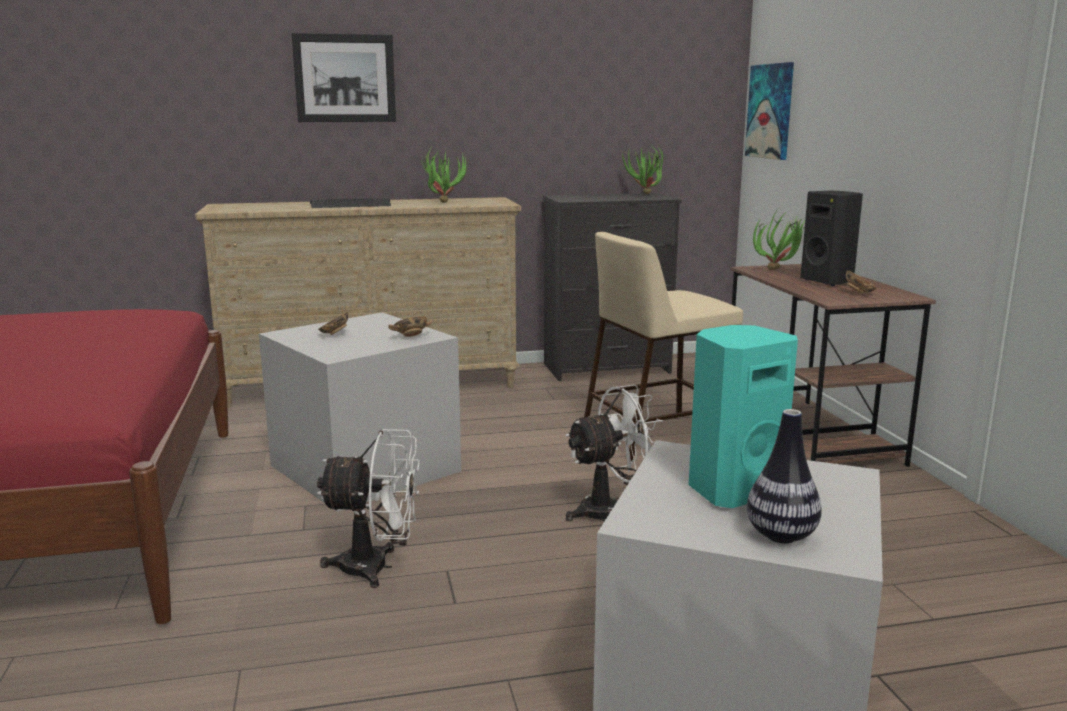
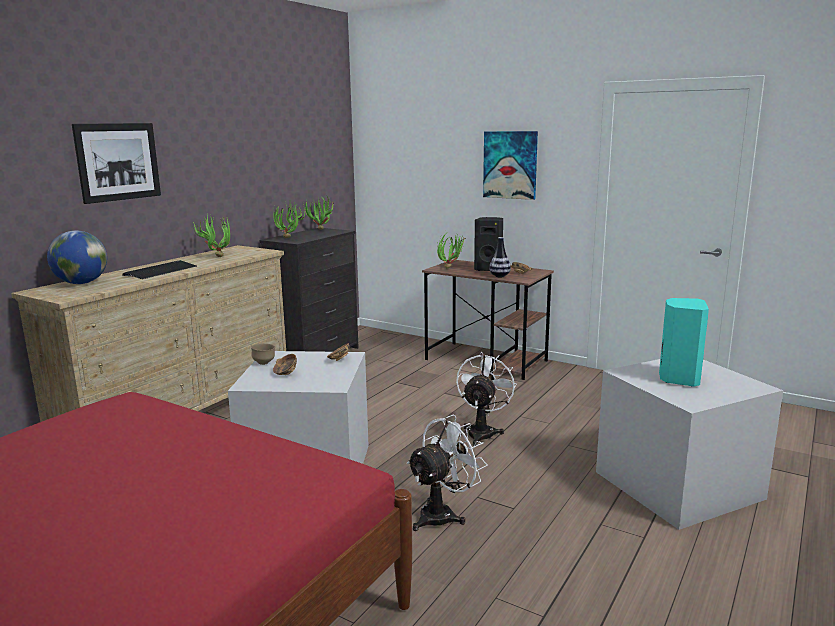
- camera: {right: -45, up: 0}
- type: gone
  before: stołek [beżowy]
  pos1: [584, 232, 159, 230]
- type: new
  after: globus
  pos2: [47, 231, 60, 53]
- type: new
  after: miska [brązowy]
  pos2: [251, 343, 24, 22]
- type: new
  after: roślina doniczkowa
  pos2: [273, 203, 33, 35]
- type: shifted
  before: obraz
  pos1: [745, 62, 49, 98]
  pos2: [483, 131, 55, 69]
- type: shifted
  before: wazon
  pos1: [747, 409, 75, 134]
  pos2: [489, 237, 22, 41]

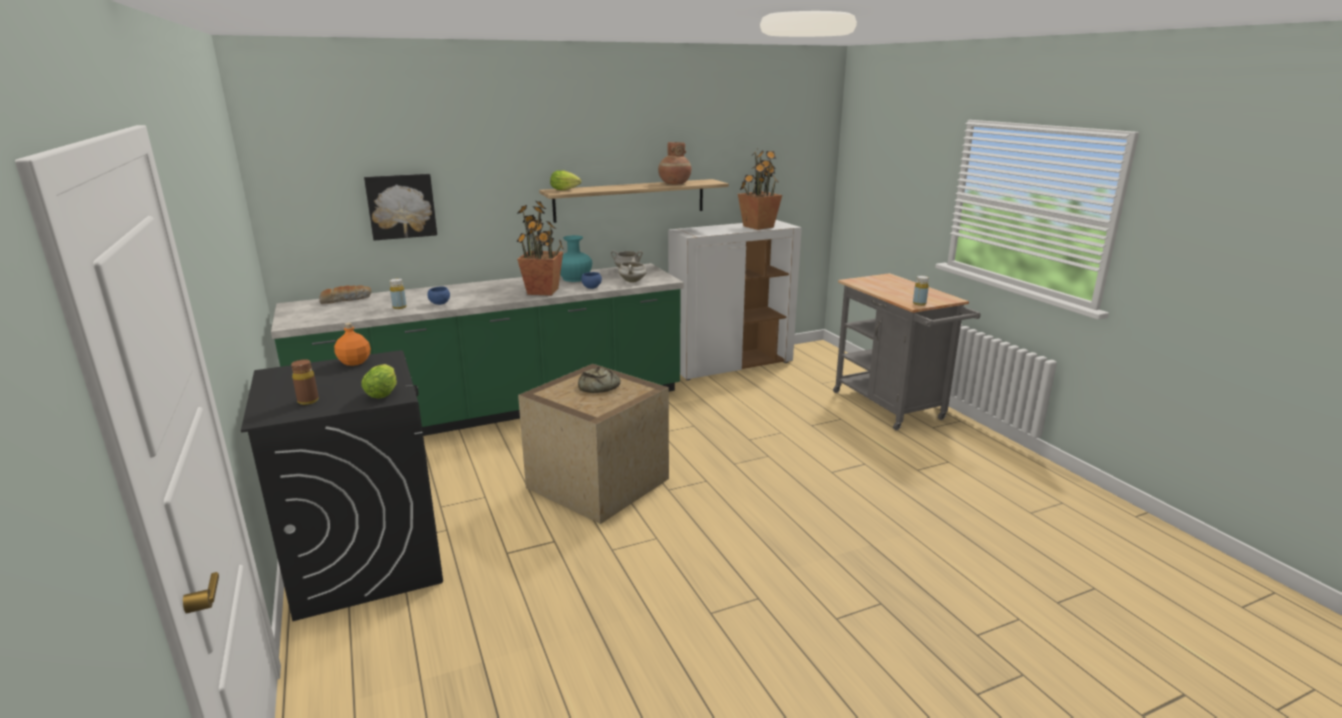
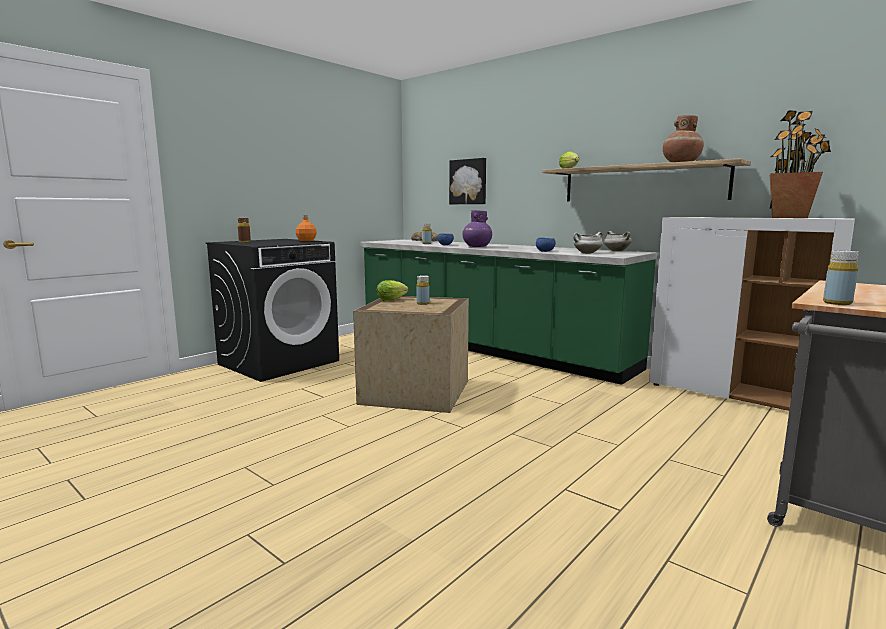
- camera: {right: 65, up: -10}
- type: gone
  before: roślina doniczkowa
  pos1: [516, 201, 48, 95]
- type: gone
  before: wazon [turkusowy]
  pos1: [560, 235, 32, 47]
- type: new
  after: wazon [fioletowy]
  pos2: [462, 210, 30, 37]
- type: shifted
  before: sałata
  pos1: [361, 364, 36, 34]
  pos2: [377, 280, 31, 21]
- type: swapped
  before: chleb
  after: butelka [żółty]
  pos1: [578, 367, 42, 26]
  pos2: [416, 275, 14, 30]

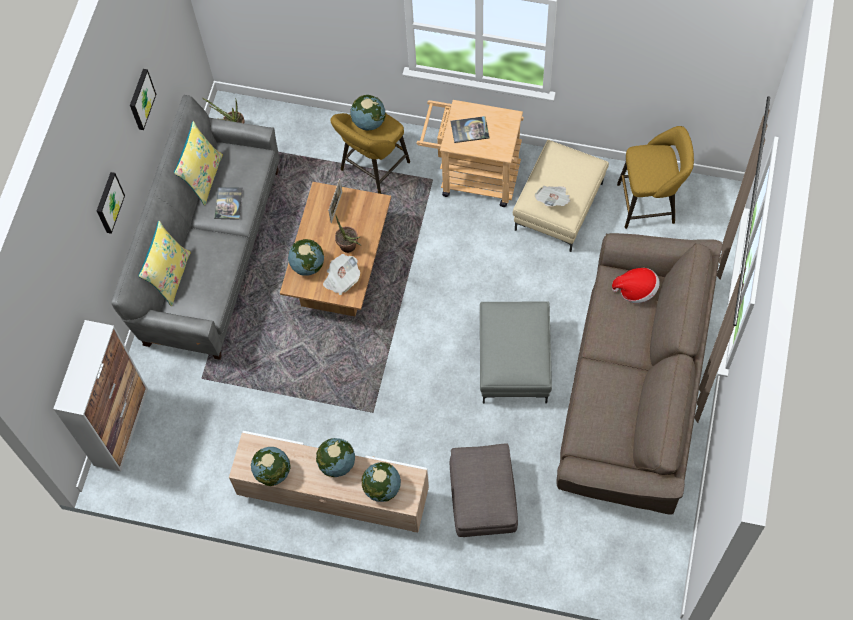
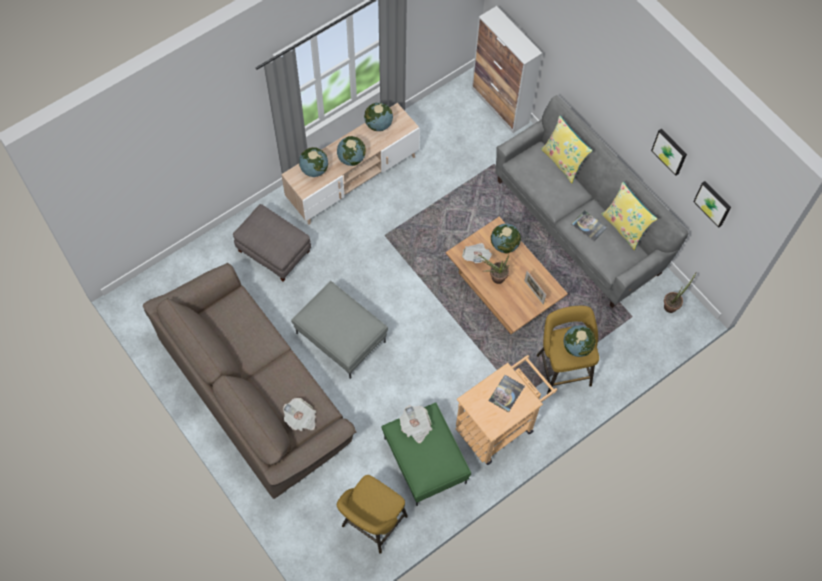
- camera: {right: 125, up: 0}
- type: shifted
  before: obraz
  pos1: [97, 172, 28, 62]
  pos2: [693, 181, 38, 47]
- type: swapped
  before: kapelusz
  after: gazeta
  pos1: [612, 268, 48, 35]
  pos2: [283, 398, 33, 33]
- type: repainted
  before: pufa [beżowy]
  after: pufa [zielony]
  pos1: [513, 140, 96, 112]
  pos2: [381, 402, 90, 104]

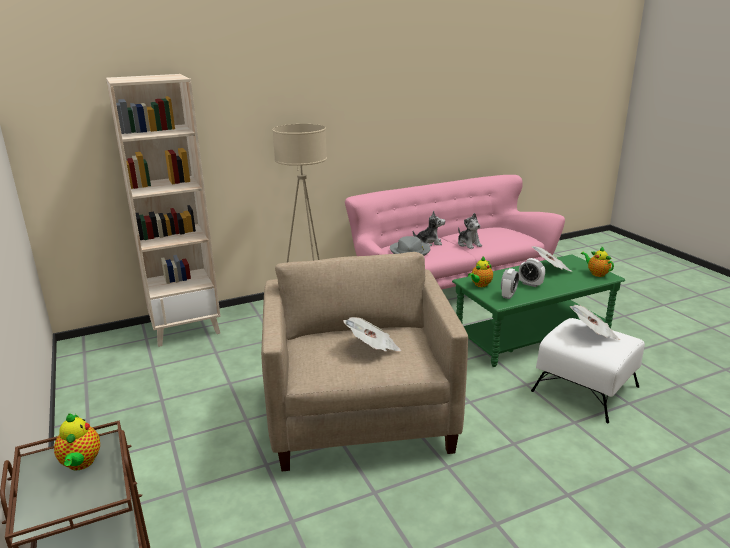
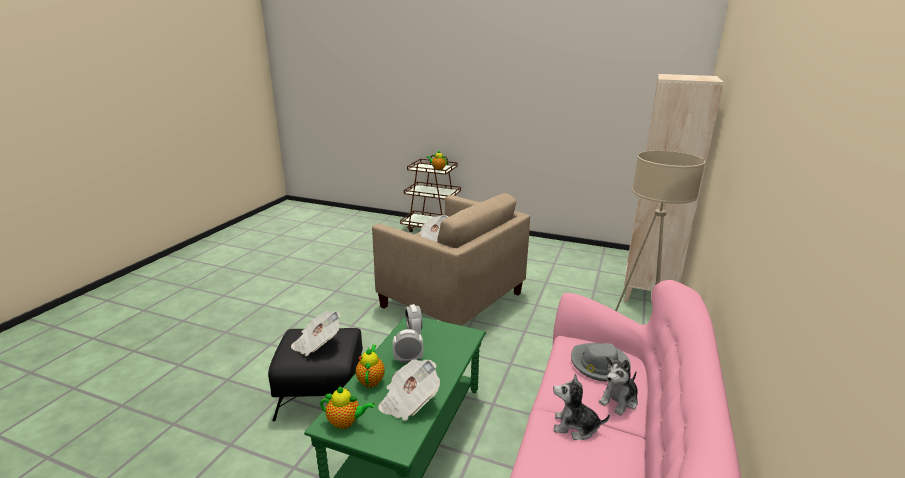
- camera: {right: 135, up: 0}
- type: shifted
  before: imbryk
  pos1: [468, 257, 25, 30]
  pos2: [356, 345, 29, 43]
- type: repainted
  before: pufa [biały]
  after: pufa [czarny]
  pos1: [531, 318, 114, 105]
  pos2: [268, 328, 95, 93]

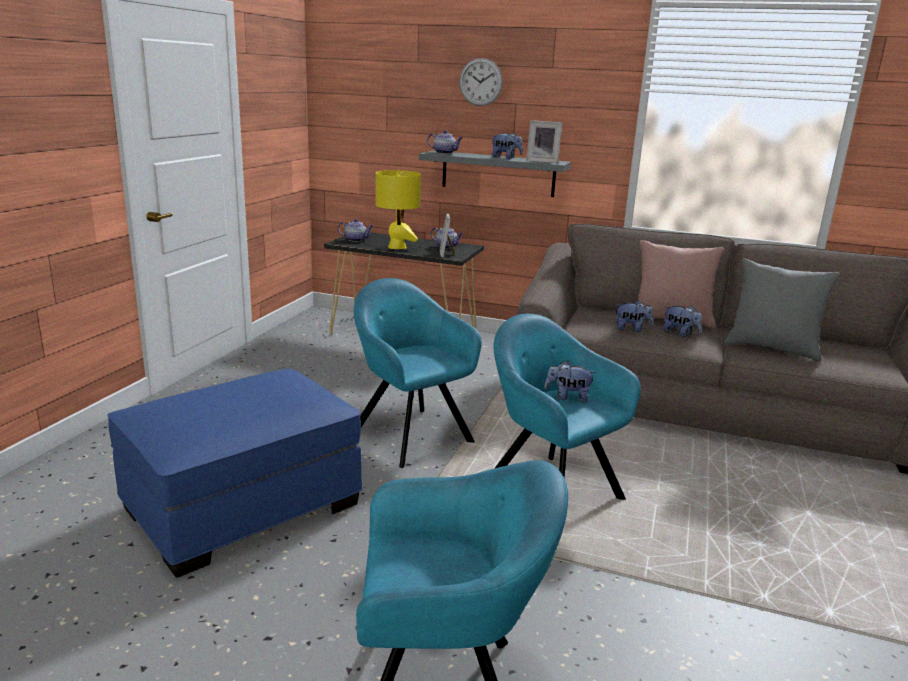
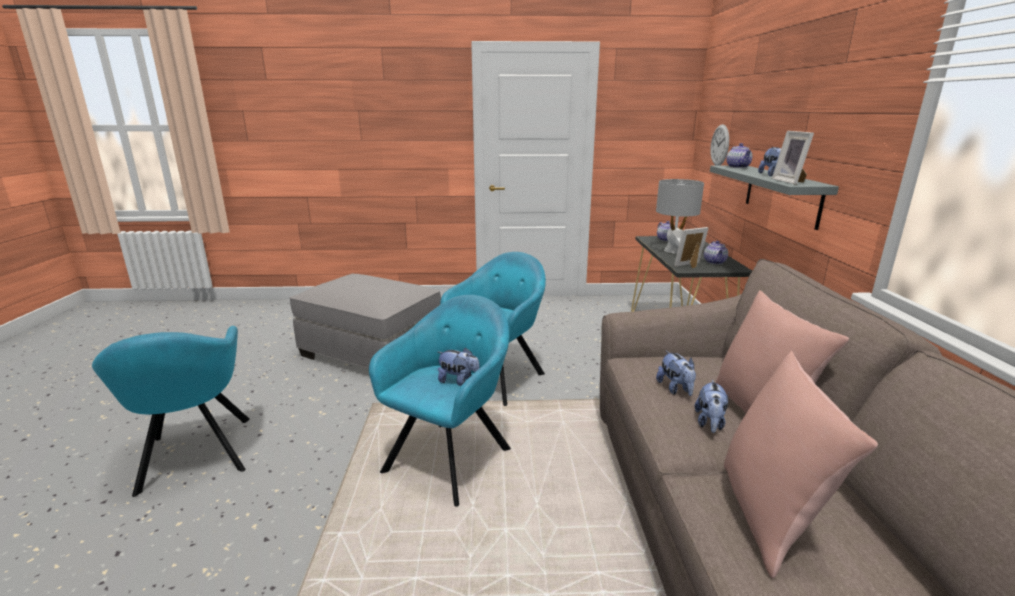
- camera: {right: 70, up: 0}
- type: shifted
  before: zegar ścienny
  pos1: [459, 58, 44, 48]
  pos2: [710, 124, 19, 42]
- type: repainted
  before: pufa [niebieski]
  after: pufa [szary]
  pos1: [107, 369, 256, 209]
  pos2: [289, 274, 152, 95]
- type: repainted
  before: lampa stołowa [żółty]
  after: lampa stołowa [szary]
  pos1: [375, 170, 46, 79]
  pos2: [656, 179, 48, 75]
- type: repainted
  before: poduszka [szary]
  after: poduszka [różowy]
  pos1: [725, 258, 115, 104]
  pos2: [724, 351, 154, 228]
- type: rotated
  before: pluszak
  pos1: [544, 361, 52, 41]
  pos2: [437, 348, 43, 38]
  turn: 120

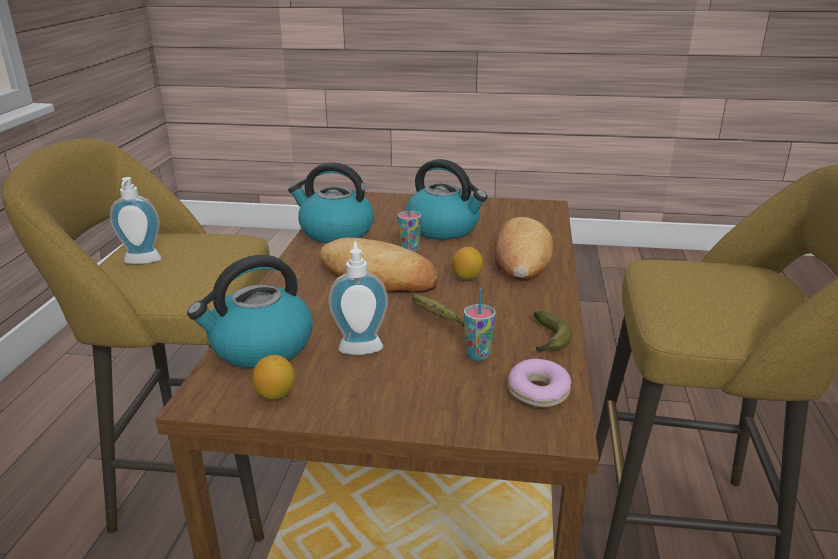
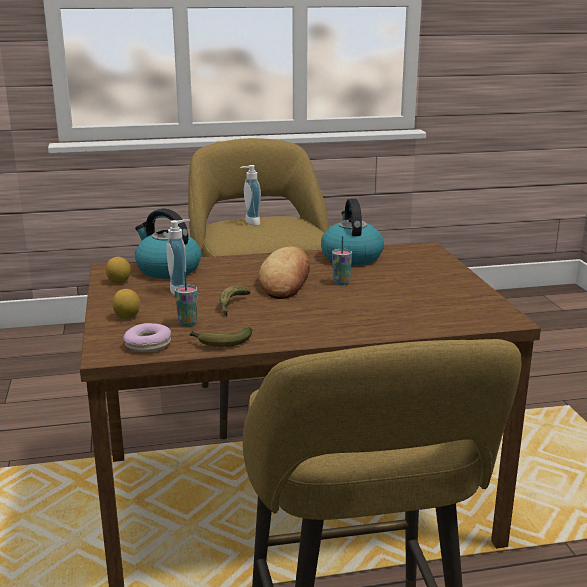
- camera: {right: 70, up: -5}
- type: gone
  before: czajnik
  pos1: [405, 159, 82, 81]
- type: gone
  before: chleb
  pos1: [494, 217, 59, 63]
- type: shifted
  before: cytryna
  pos1: [452, 247, 31, 33]
  pos2: [112, 289, 28, 30]

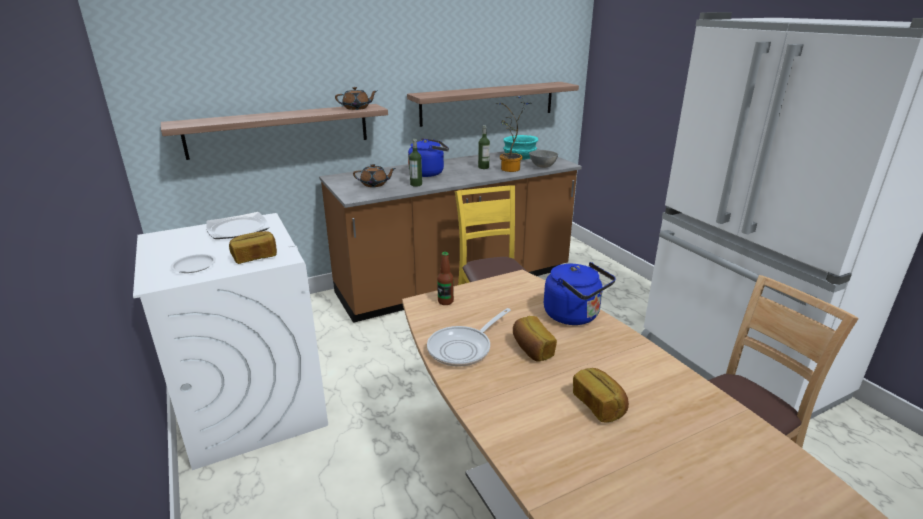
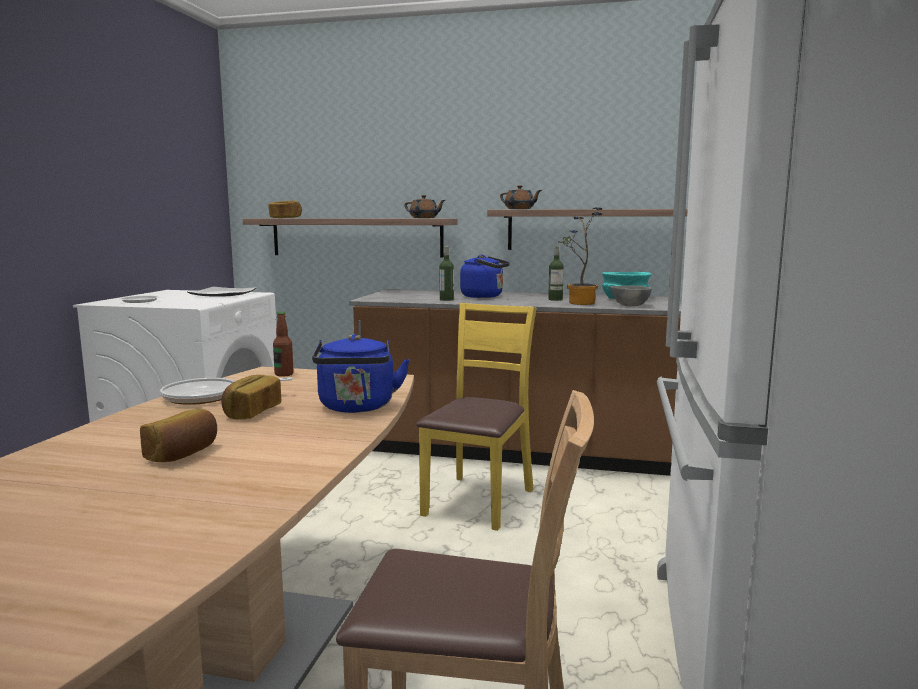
- camera: {right: 40, up: -15}
- type: shifted
  before: chleb
  pos1: [229, 231, 48, 33]
  pos2: [268, 201, 34, 17]
- type: shifted
  before: imbryk [brązowy]
  pos1: [353, 164, 43, 23]
  pos2: [500, 185, 42, 24]

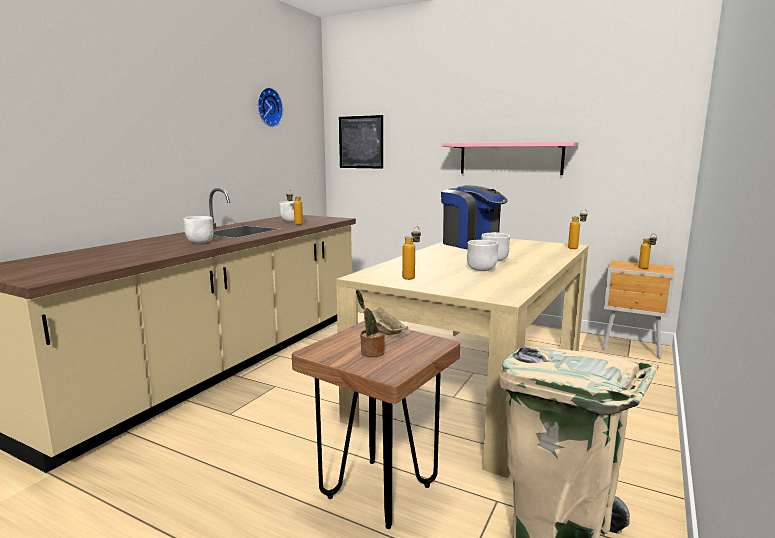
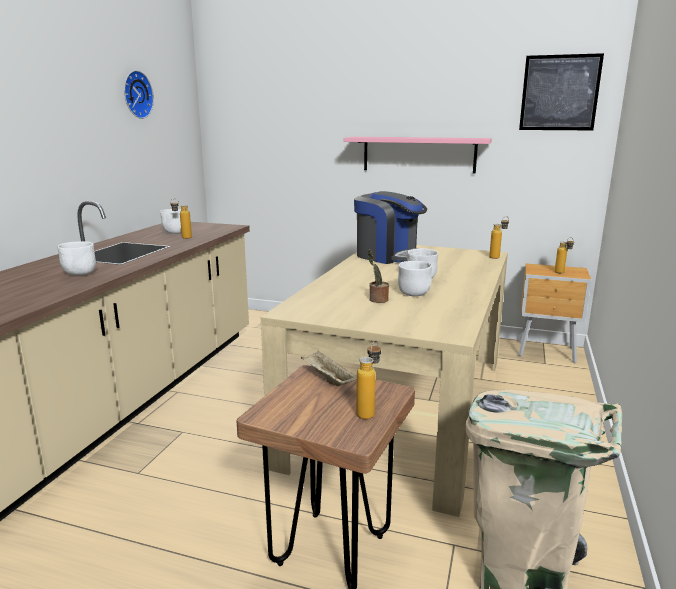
- camera: {right: -10, up: 5}
- type: shifted
  before: obraz
  pos1: [339, 115, 44, 54]
  pos2: [519, 53, 85, 77]
- type: shifted
  before: roślina doniczkowa
  pos1: [356, 290, 29, 67]
  pos2: [368, 249, 21, 54]
- type: shifted
  before: butelka
  pos1: [402, 226, 19, 54]
  pos2: [356, 340, 25, 79]

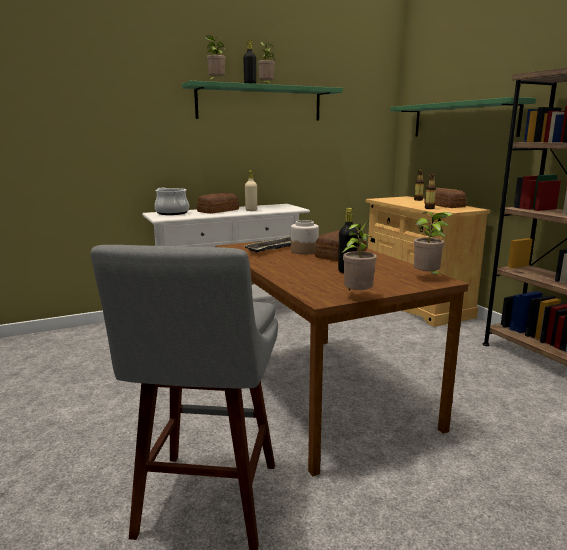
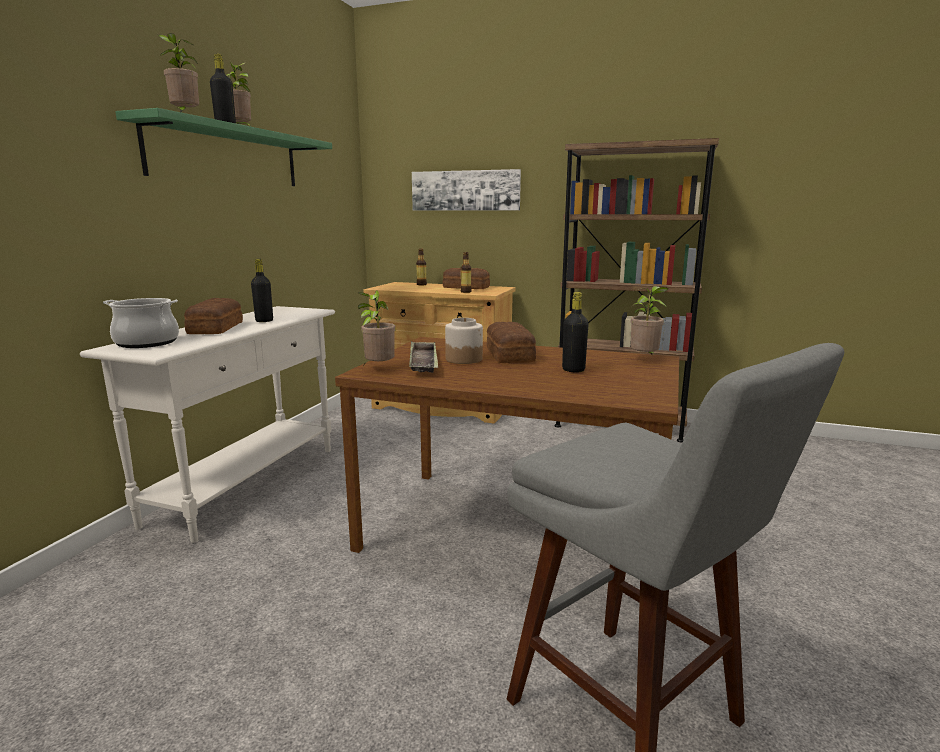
- camera: {right: -45, up: 0}
- type: shifted
  before: roślina doniczkowa
  pos1: [343, 220, 34, 71]
  pos2: [358, 290, 38, 76]
- type: swapped
  before: półka [zielony]
  after: obraz
  pos1: [390, 97, 146, 40]
  pos2: [412, 169, 109, 42]
- type: repainted
  before: butelka [beżowy]
  after: butelka [czarny]
  pos1: [245, 170, 12, 41]
  pos2: [251, 259, 22, 63]

